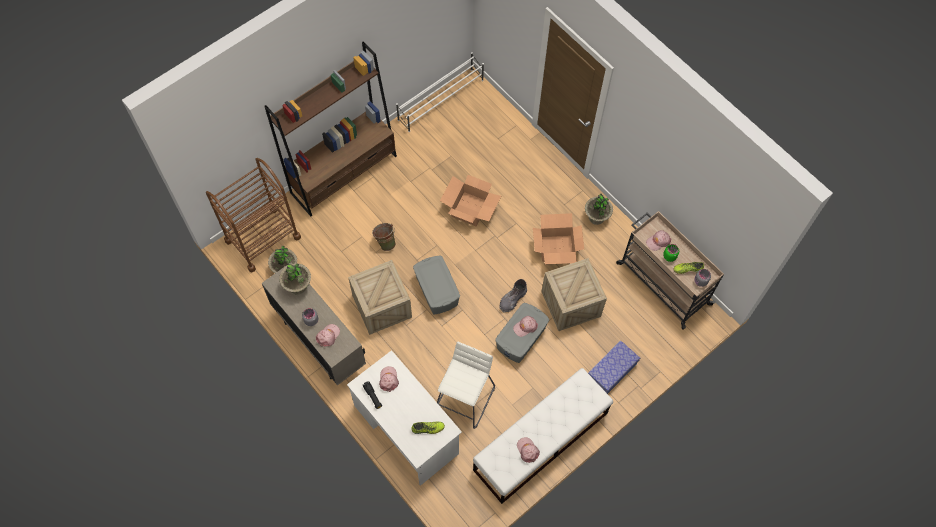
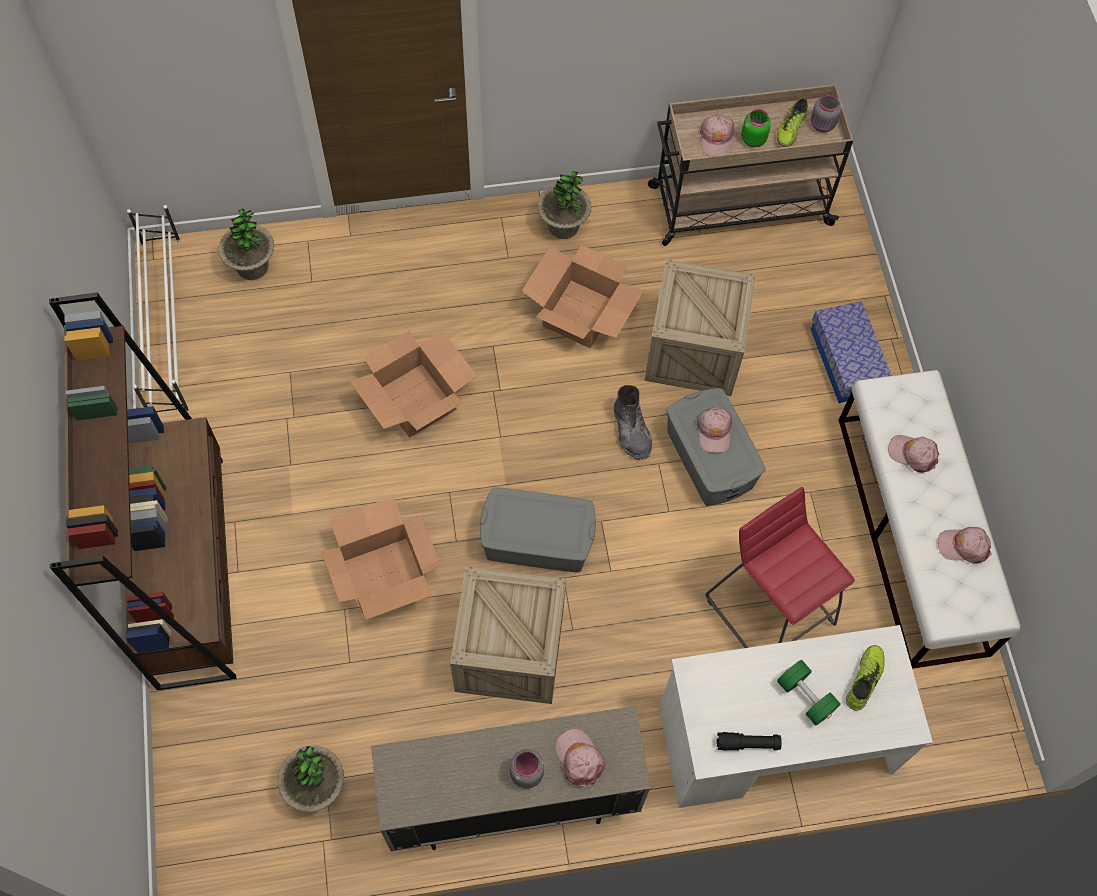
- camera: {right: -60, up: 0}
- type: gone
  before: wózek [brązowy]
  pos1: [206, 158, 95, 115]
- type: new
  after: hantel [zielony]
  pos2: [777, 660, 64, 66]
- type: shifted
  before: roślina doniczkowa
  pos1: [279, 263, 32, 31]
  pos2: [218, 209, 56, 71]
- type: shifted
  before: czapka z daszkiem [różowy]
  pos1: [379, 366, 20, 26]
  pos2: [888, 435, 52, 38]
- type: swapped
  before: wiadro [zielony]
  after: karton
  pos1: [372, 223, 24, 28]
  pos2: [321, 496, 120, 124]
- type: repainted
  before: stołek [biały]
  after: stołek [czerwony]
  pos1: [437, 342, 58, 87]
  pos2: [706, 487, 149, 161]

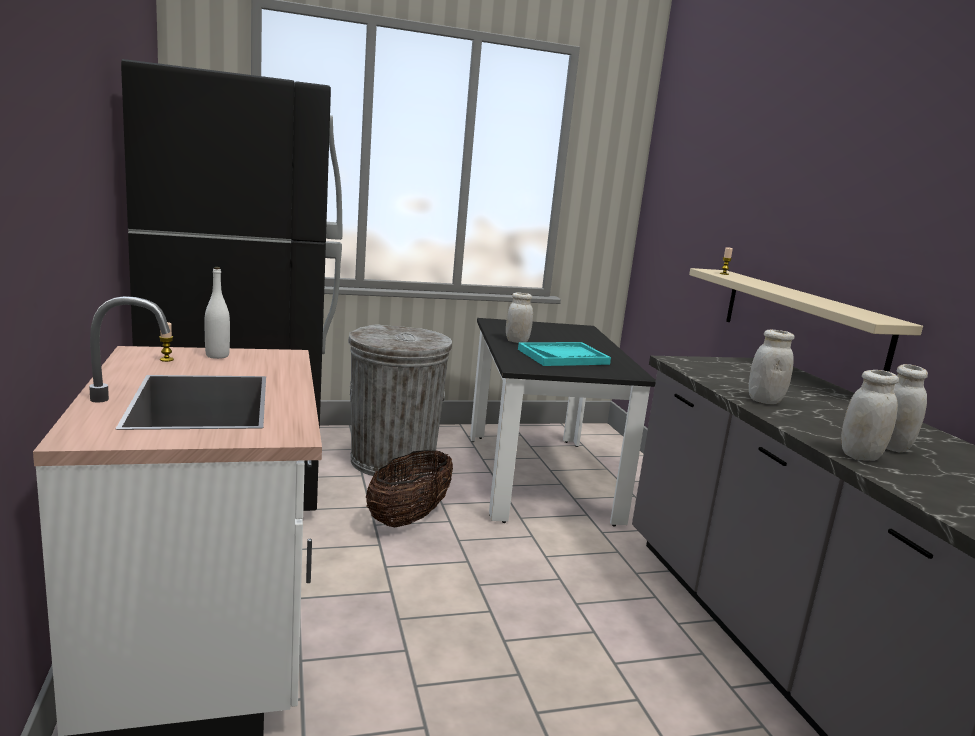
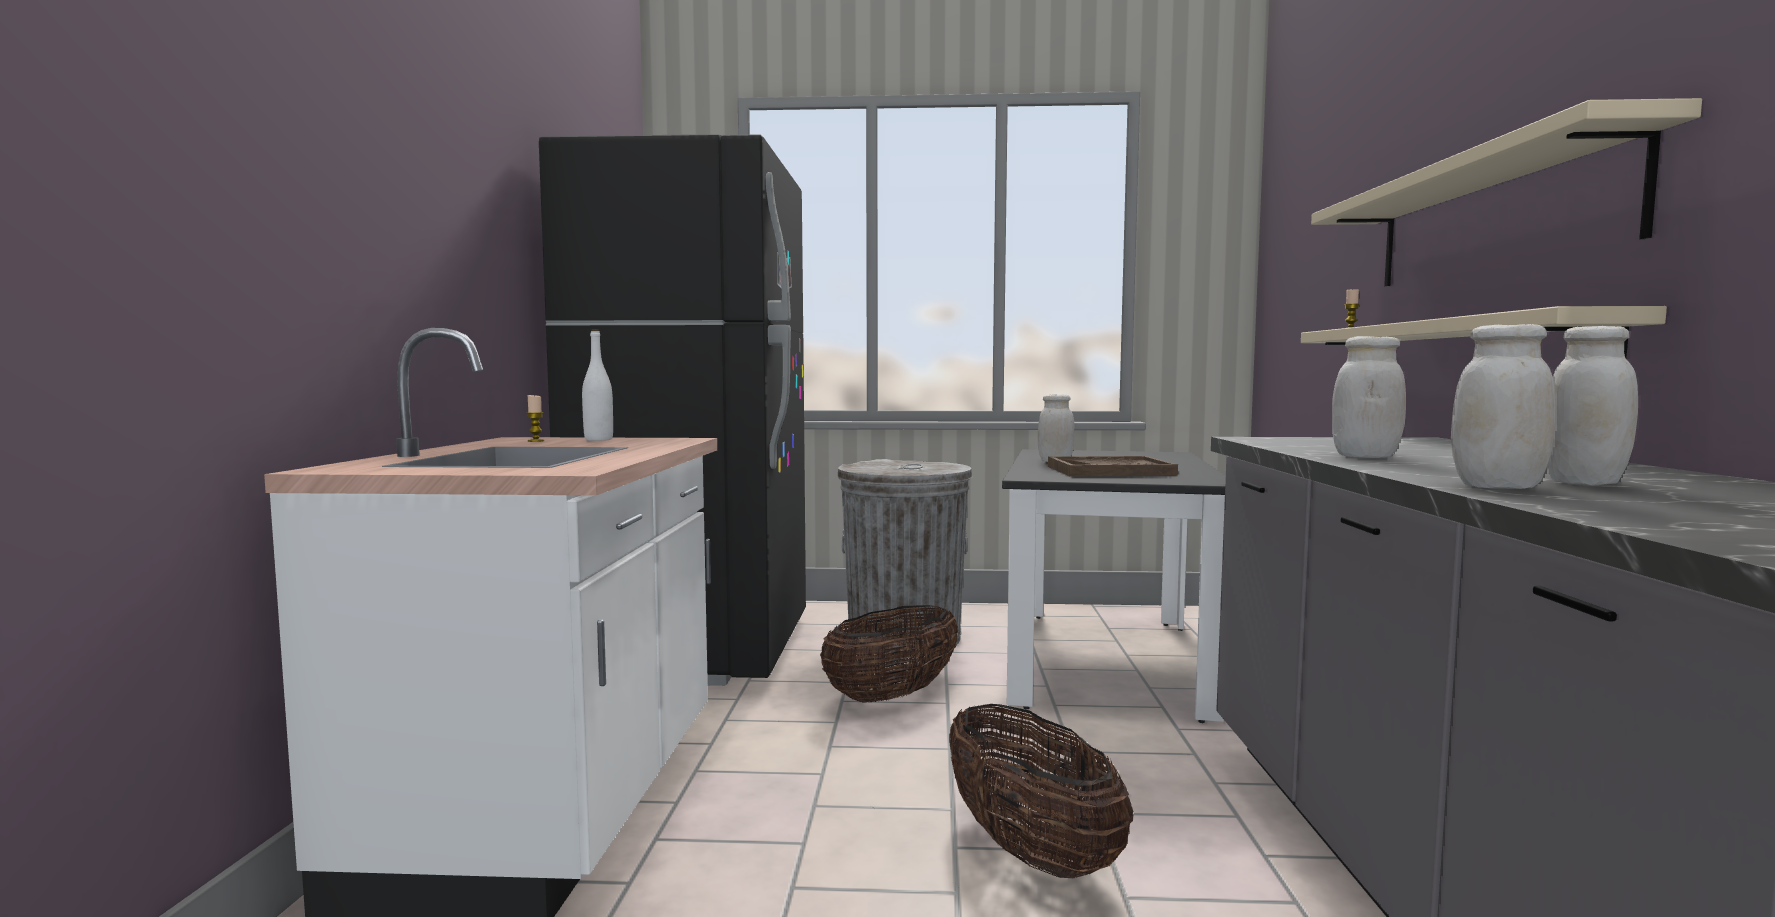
- camera: {right: 20, up: -10}
- type: new
  after: koszyk
  pos2: [949, 704, 184, 174]
- type: new
  after: półka [beżowy]
  pos2: [1311, 98, 391, 189]
- type: repainted
  before: taca [turkusowy]
  after: taca [brązowy]
  pos1: [518, 342, 93, 24]
  pos2: [1048, 456, 130, 20]

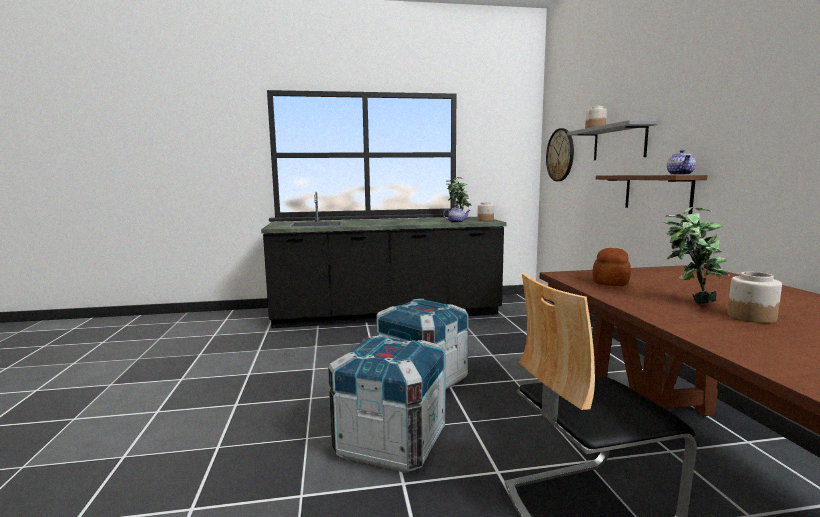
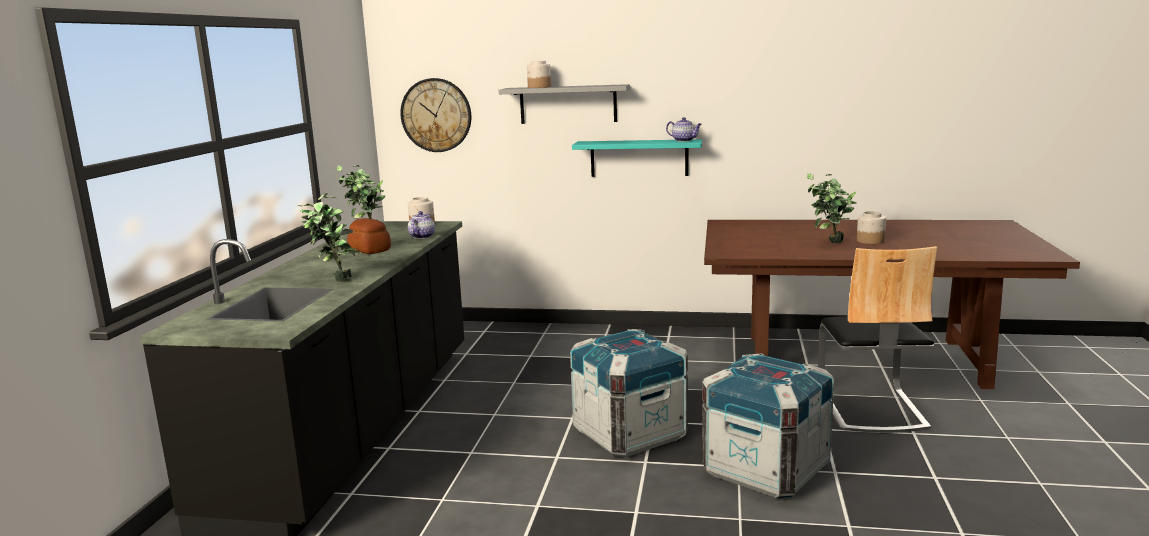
- camera: {right: -70, up: 5}
- type: new
  after: roślina doniczkowa
  pos2: [298, 192, 62, 90]
- type: shifted
  before: chleb
  pos1: [592, 248, 39, 38]
  pos2: [347, 218, 44, 36]
- type: repainted
  before: półka [brązowy]
  after: półka [turkusowy]
  pos1: [596, 175, 112, 39]
  pos2: [572, 139, 130, 38]

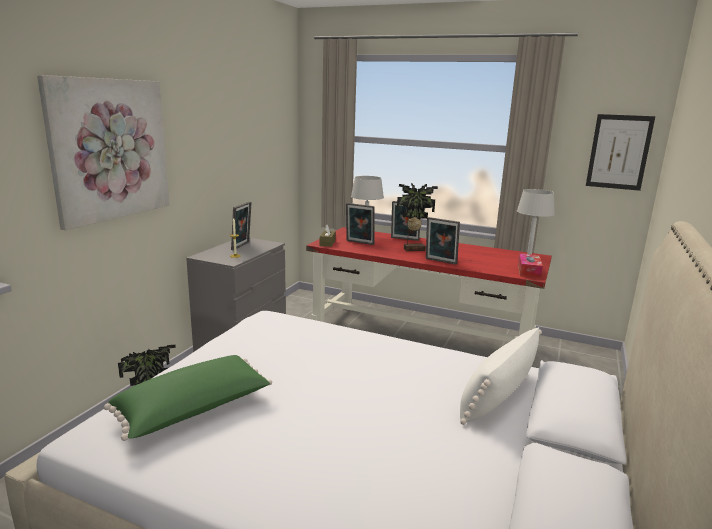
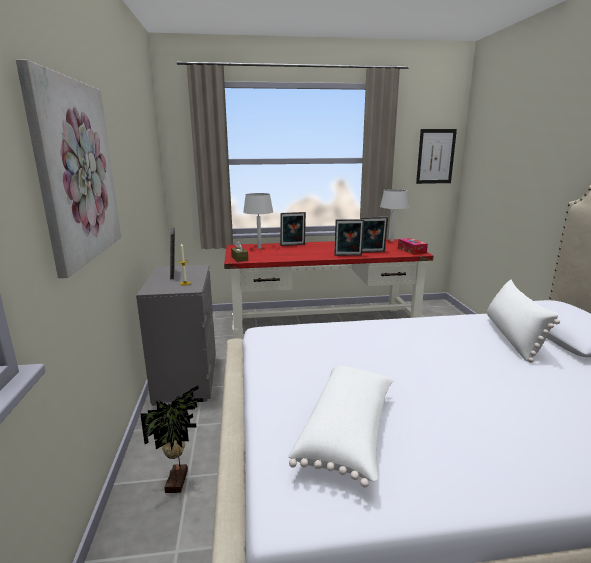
- camera: {right: -30, up: 0}
- type: gone
  before: roślina doniczkowa
  pos1: [397, 183, 41, 68]
- type: shifted
  before: ramka na zdjęcie
  pos1: [346, 203, 29, 42]
  pos2: [361, 217, 27, 36]
- type: repainted
  before: poduszka [zielony]
  after: poduszka [biały]
  pos1: [104, 355, 168, 86]
  pos2: [288, 366, 106, 122]

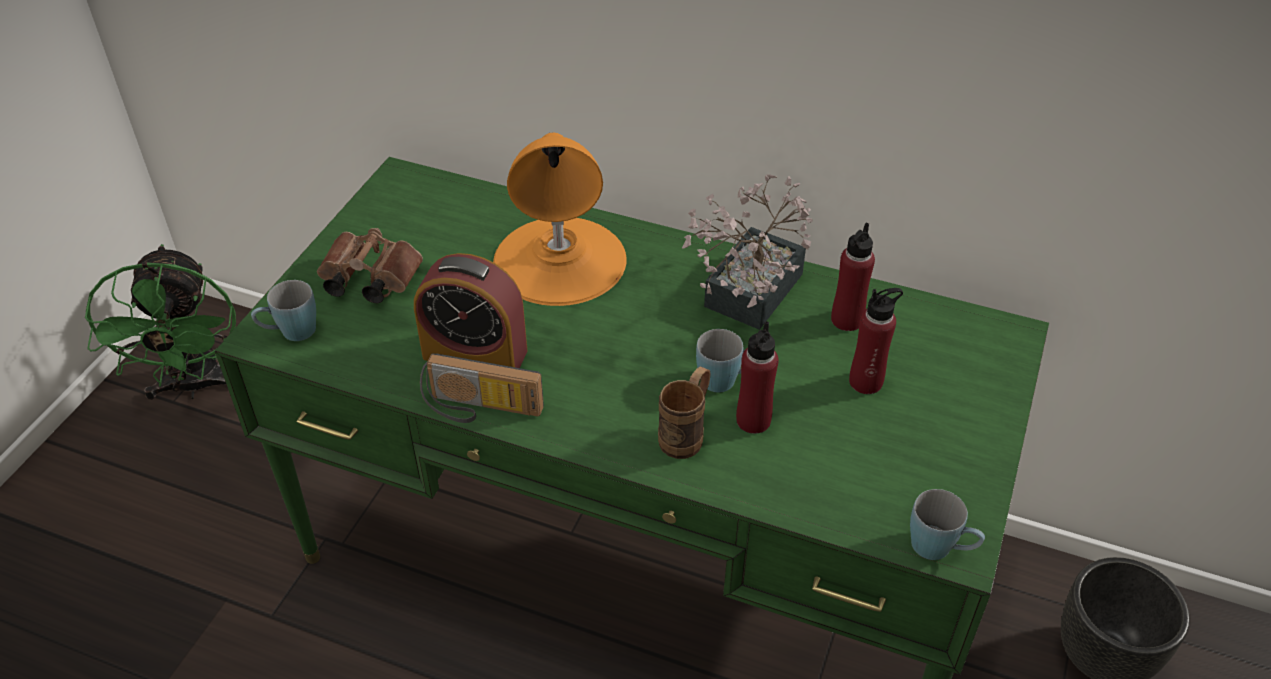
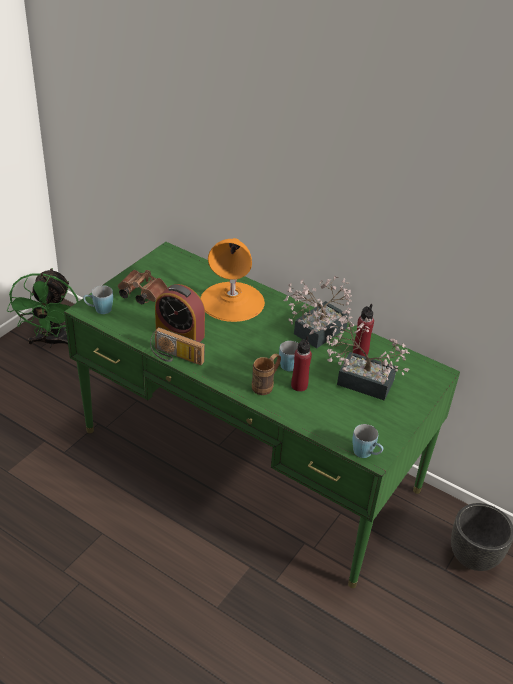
- camera: {right: 10, up: -5}
- type: swapped
  before: butelka [czerwony]
  after: roślina doniczkowa
  pos1: [849, 288, 54, 106]
  pos2: [326, 308, 84, 92]

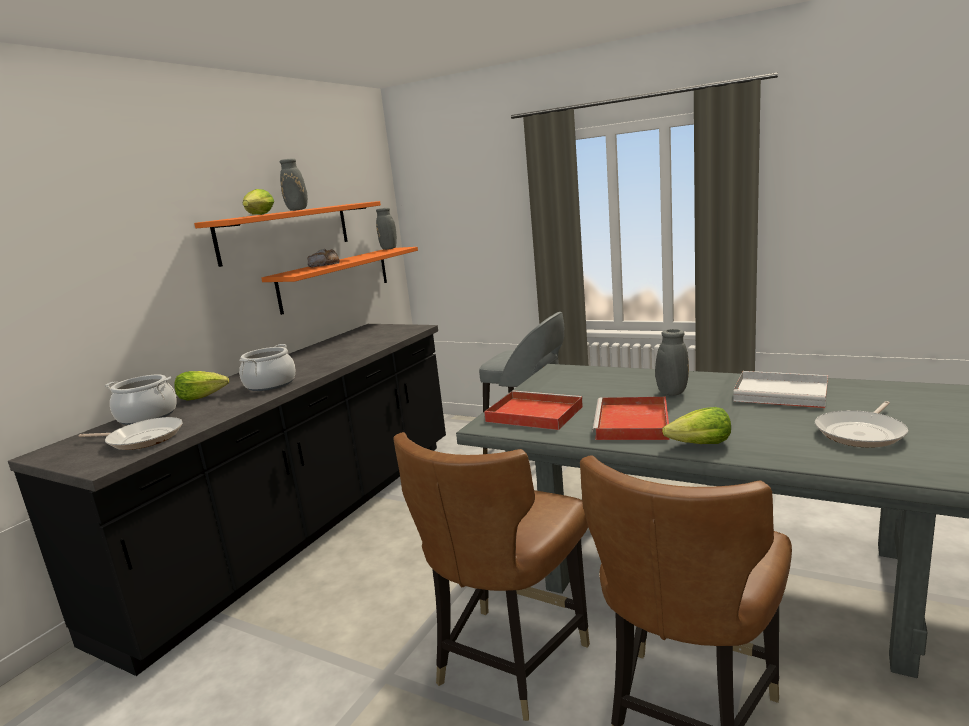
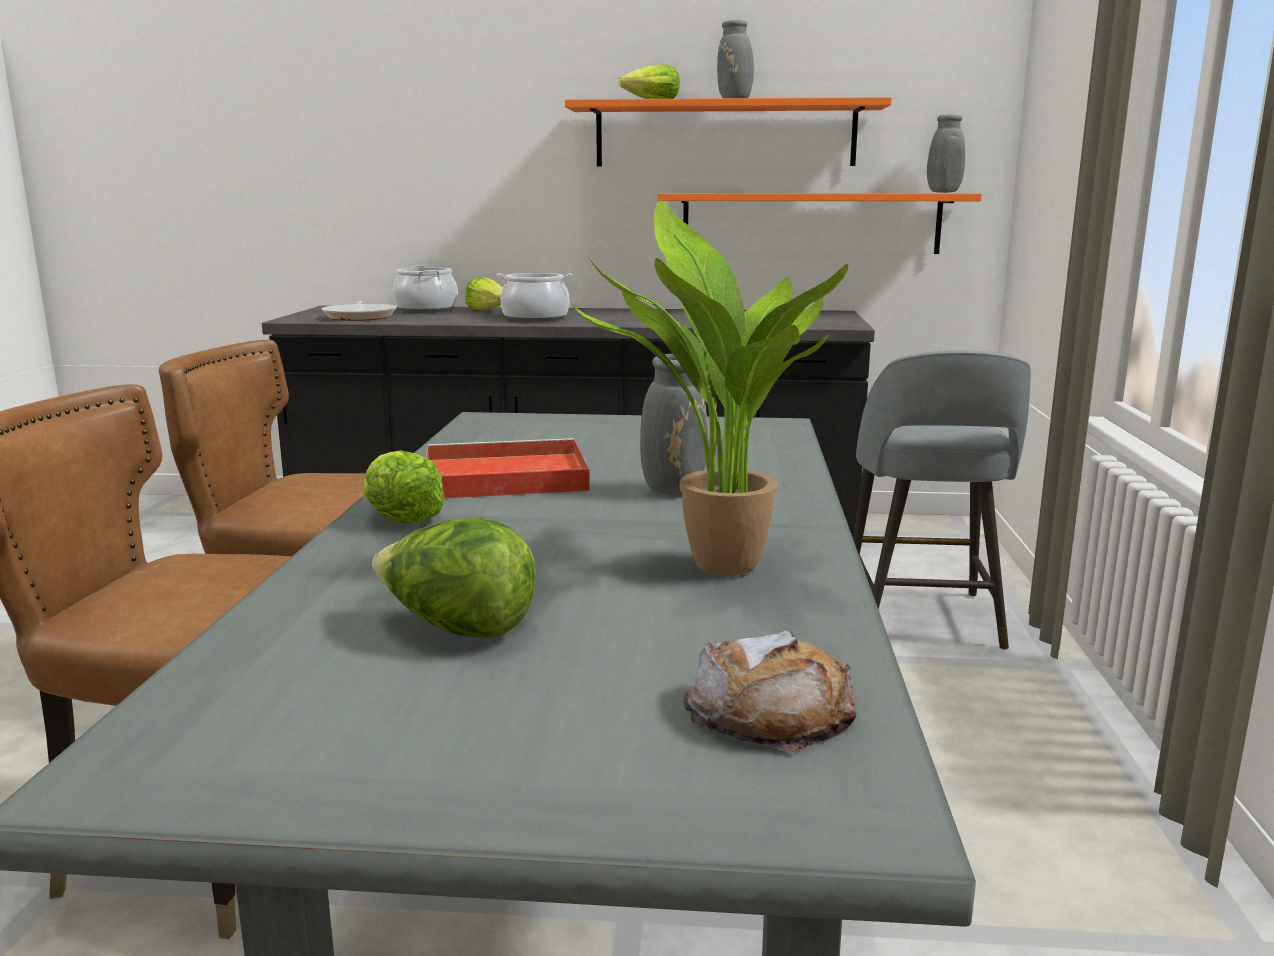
- camera: {right: 65, up: 0}
- type: gone
  before: taca [czerwony]
  pos1: [484, 391, 99, 39]
- type: shifted
  before: chleb
  pos1: [307, 249, 33, 18]
  pos2: [683, 630, 173, 122]
- type: swapped
  before: taca [biały]
  after: roślina doniczkowa
  pos1: [733, 371, 95, 37]
  pos2: [572, 200, 276, 376]
- type: swapped
  before: patelnia
  after: sałata
  pos1: [815, 401, 93, 47]
  pos2: [372, 518, 164, 120]

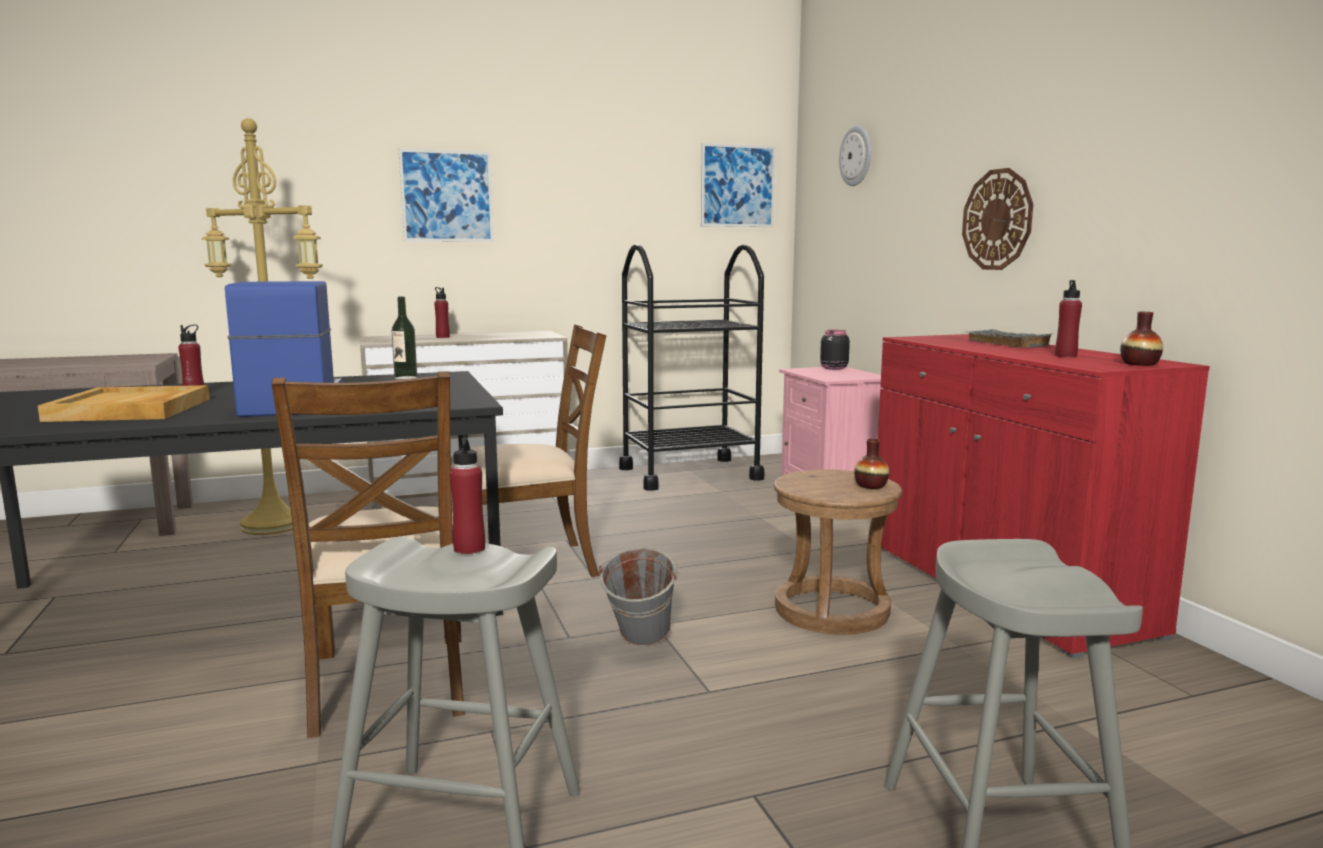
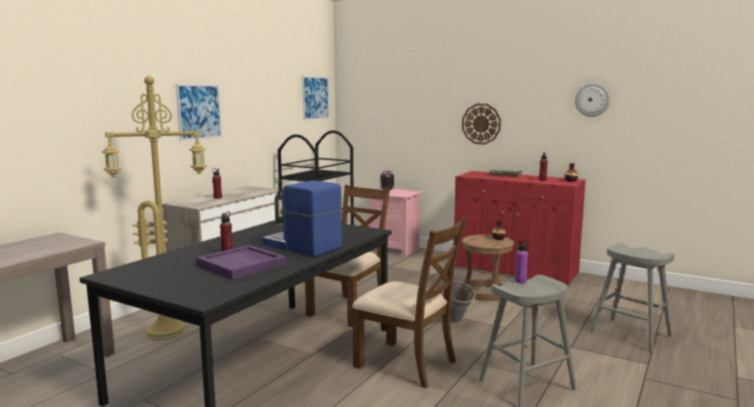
- camera: {right: -40, up: 0}
- type: shifted
  before: zegar ścienny
  pos1: [839, 125, 32, 61]
  pos2: [575, 83, 35, 34]
- type: repainted
  before: taca [beżowy]
  after: taca [fioletowy]
  pos1: [37, 385, 173, 37]
  pos2: [196, 245, 90, 35]
- type: repainted
  before: butelka [czerwony]
  after: butelka [fioletowy]
  pos1: [450, 435, 35, 119]
  pos2: [515, 240, 14, 43]

